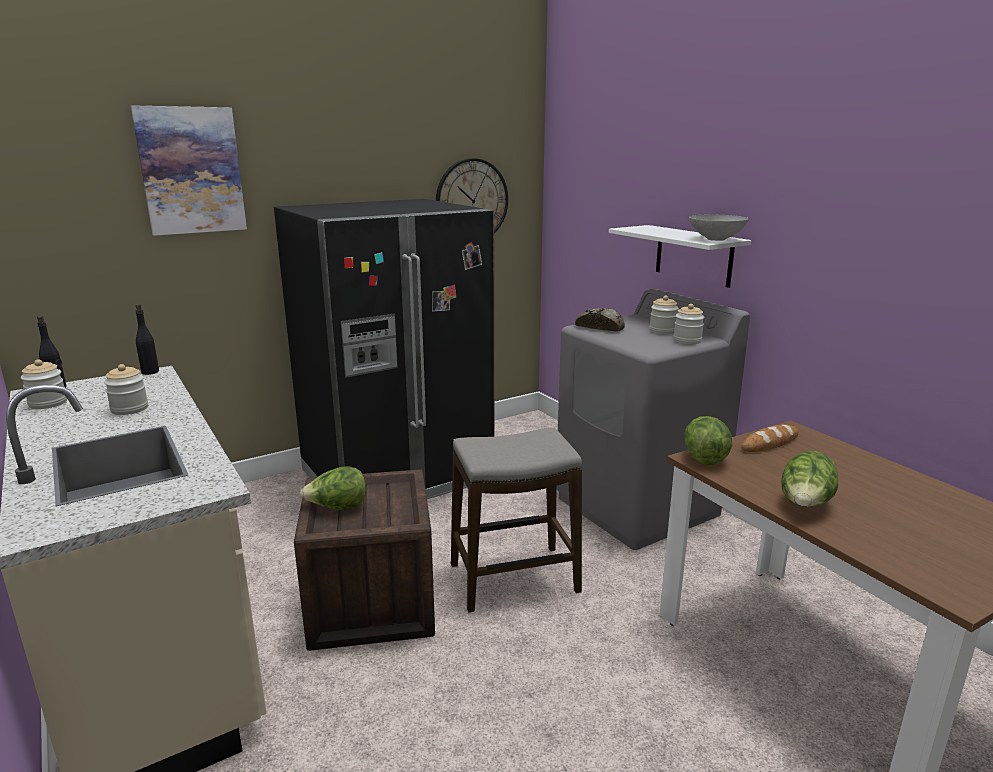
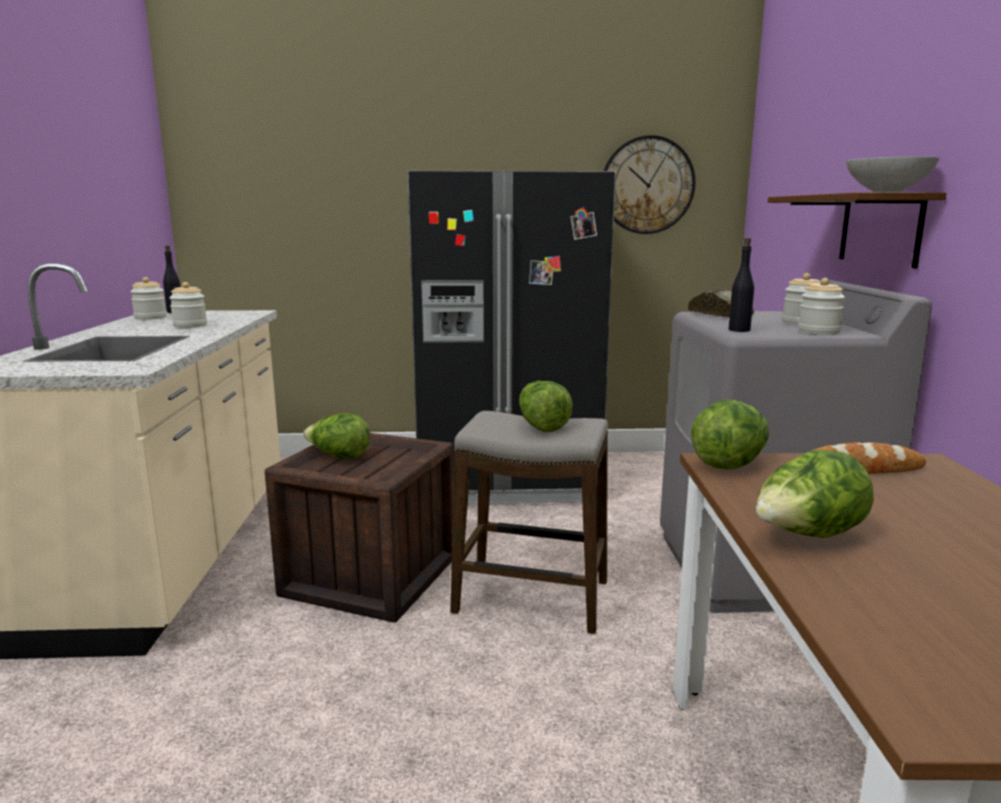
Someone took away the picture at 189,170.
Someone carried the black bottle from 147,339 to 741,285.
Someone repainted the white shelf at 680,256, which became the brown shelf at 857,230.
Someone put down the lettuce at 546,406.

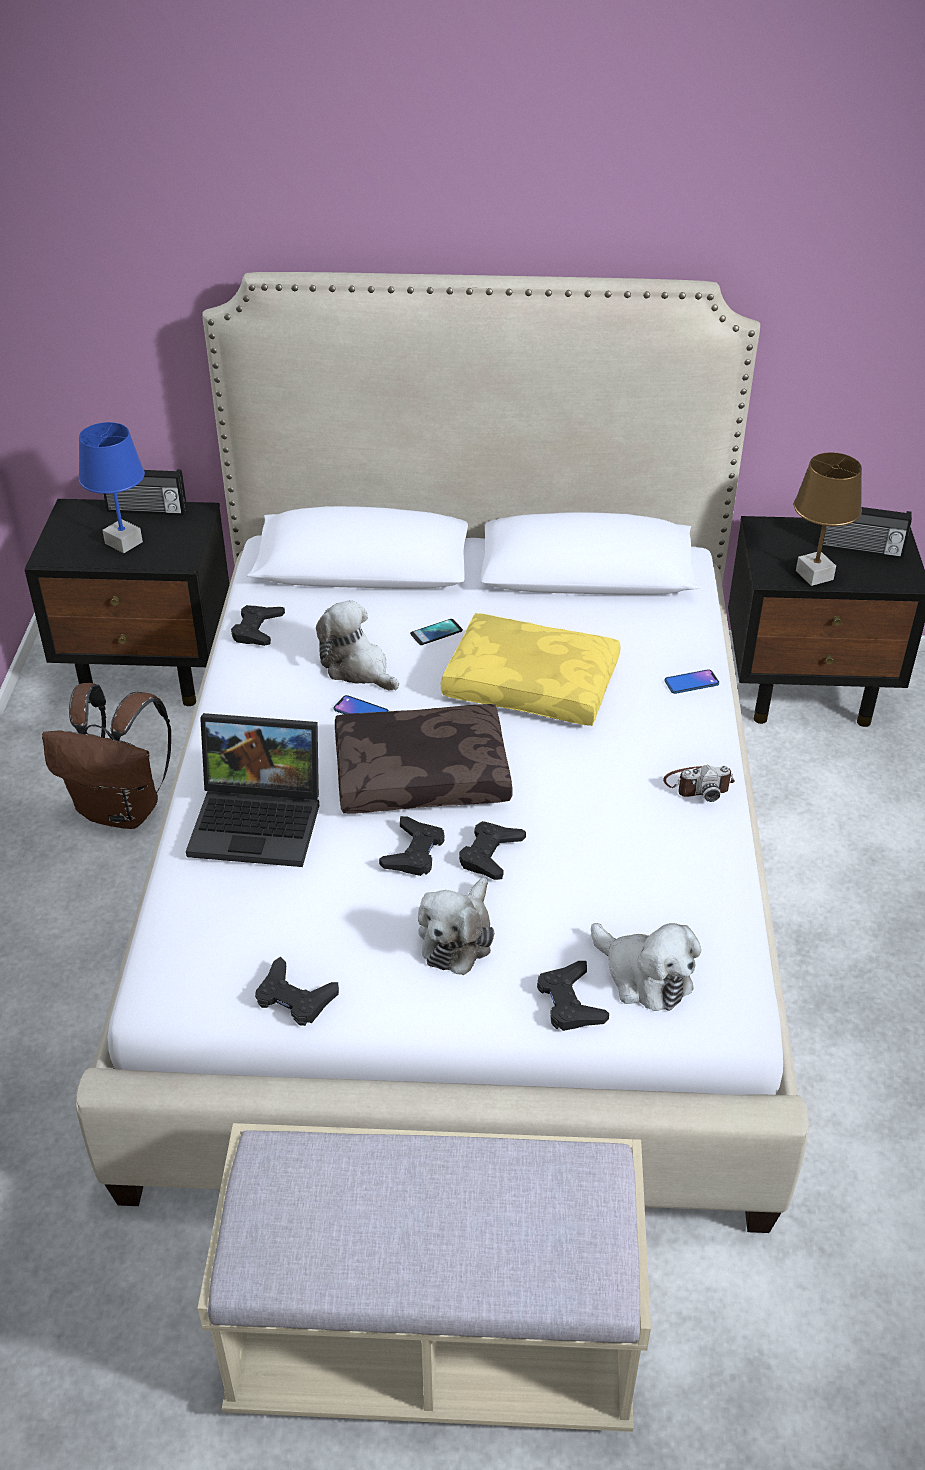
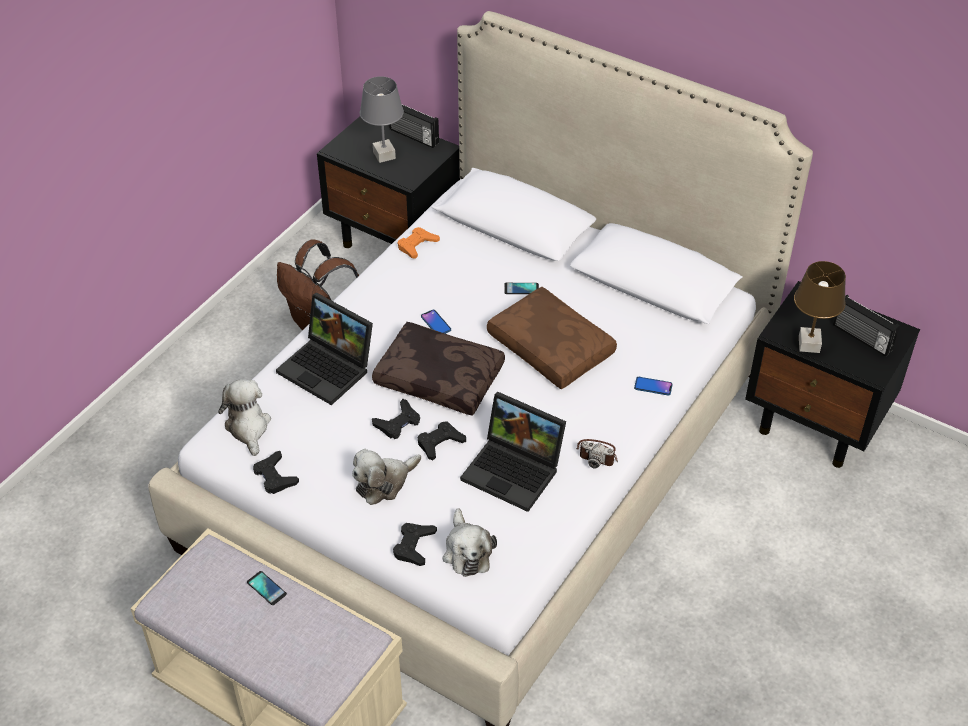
Someone repainted the blue table lamp at 112,487, which became the grey table lamp at 382,119.
Someone repainted the black game controller at 258,625, which became the orange game controller at 419,243.
Someone carried the plush toy from 357,645 to 244,417.
Someone repainted the yellow pillow at 531,669, which became the brown pillow at 552,338.
Someone put down the phone at 267,588.
Someone put down the laptop at 513,452.

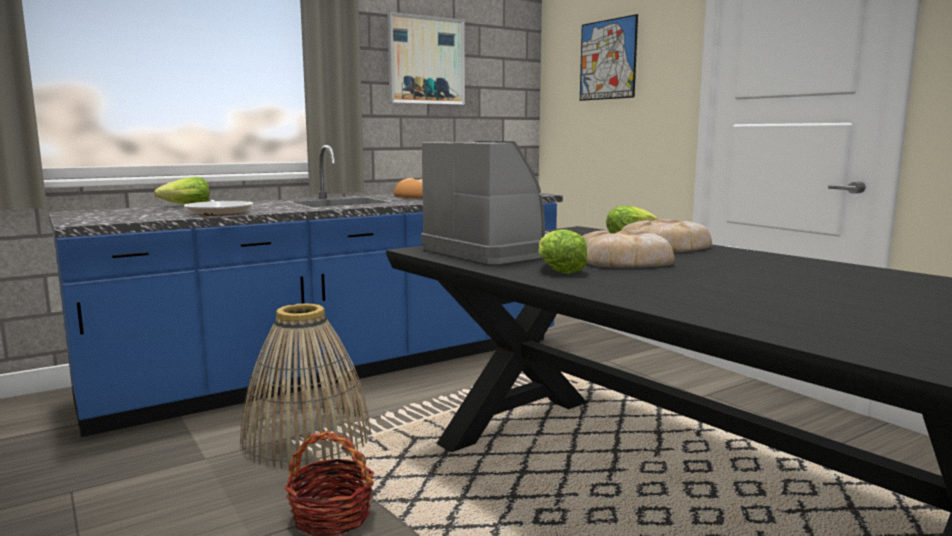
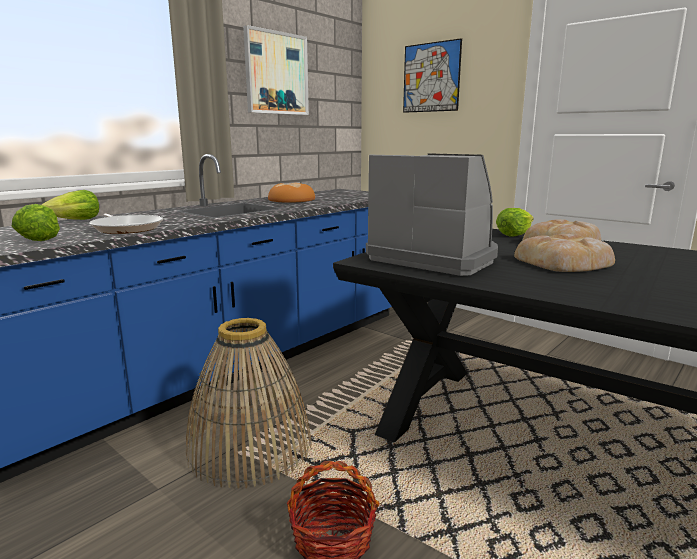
Someone carried the lettuce from 563,251 to 35,222.

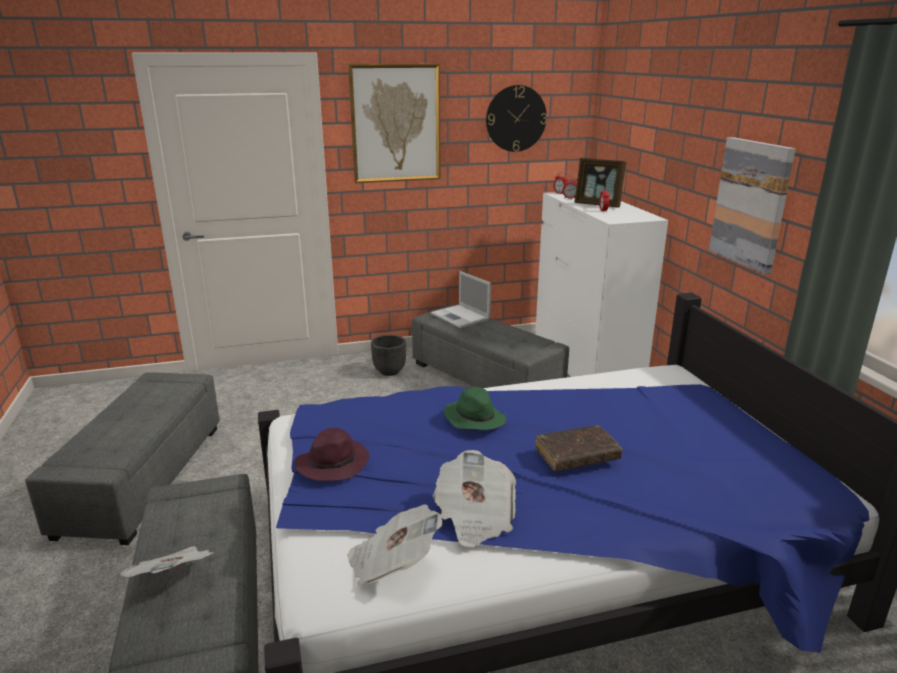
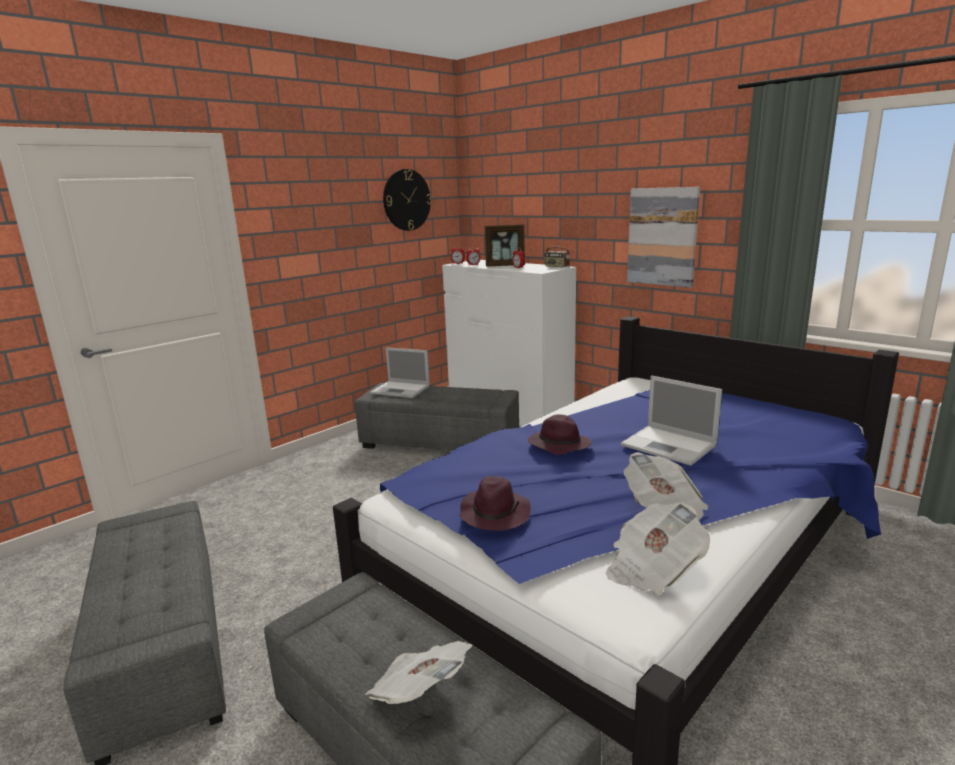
Someone took away the picture at 394,123.
Someone took away the black planter at 388,355.
Someone repainted the green hat at 475,408, which became the purple hat at 560,434.
Someone swapped the brown book at 578,448 for the laptop at 671,421.
Someone put down the radio at 557,254.

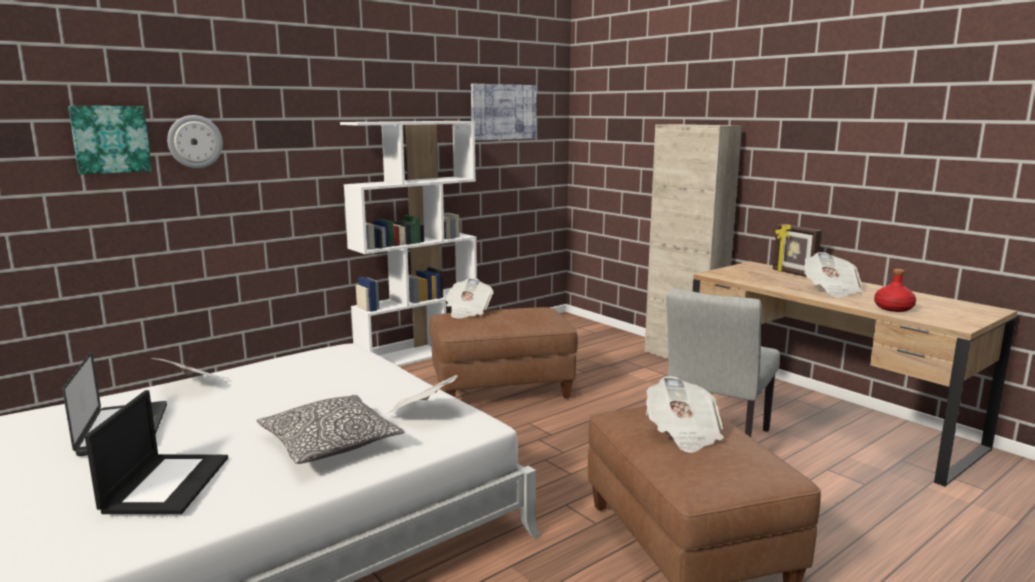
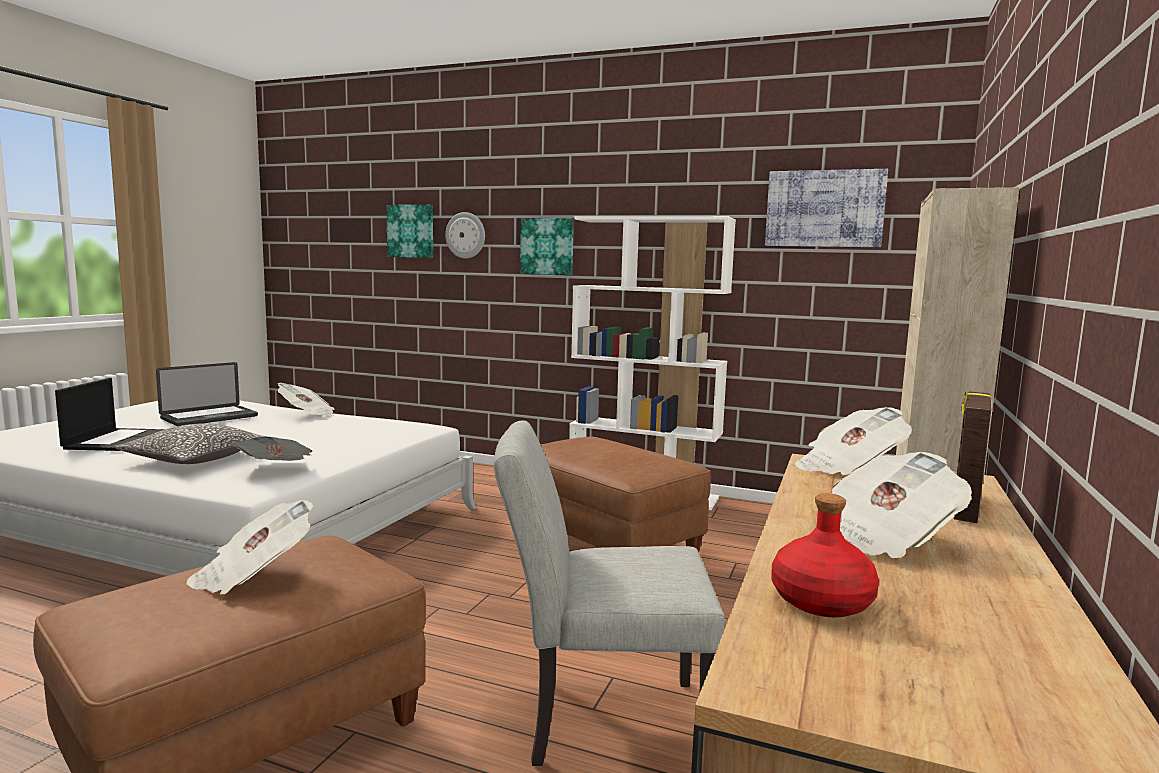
Someone rotated the laptop at 156,452 by 60 degrees counterclockwise.
Someone carried the newspaper from 469,298 to 853,441.
Someone put up the picture at 547,246.

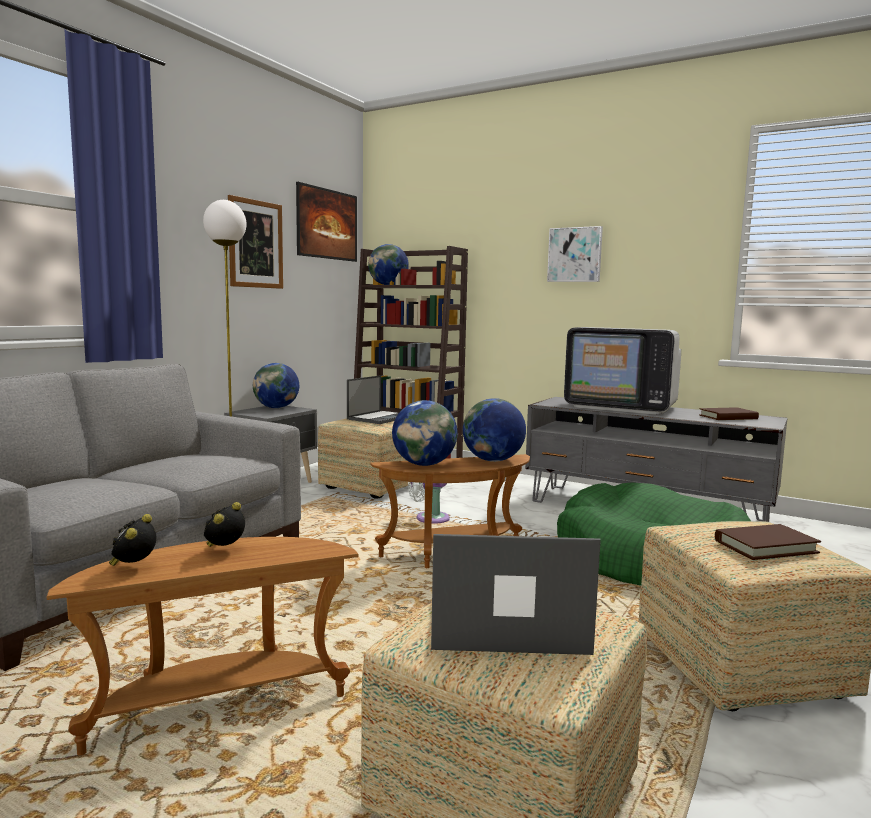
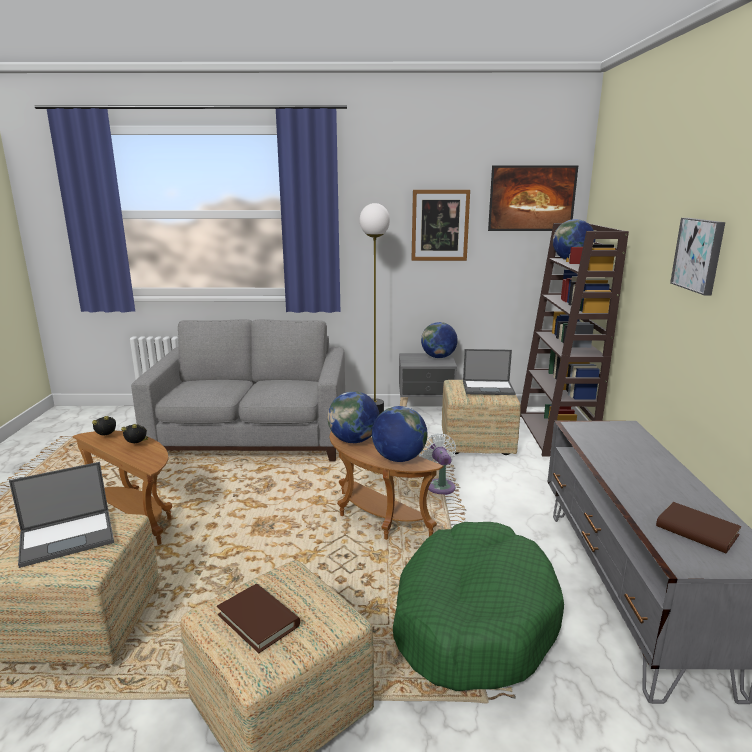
Someone rotated the laptop at 516,594 by 90 degrees clockwise.
Someone took away the television at 622,371.

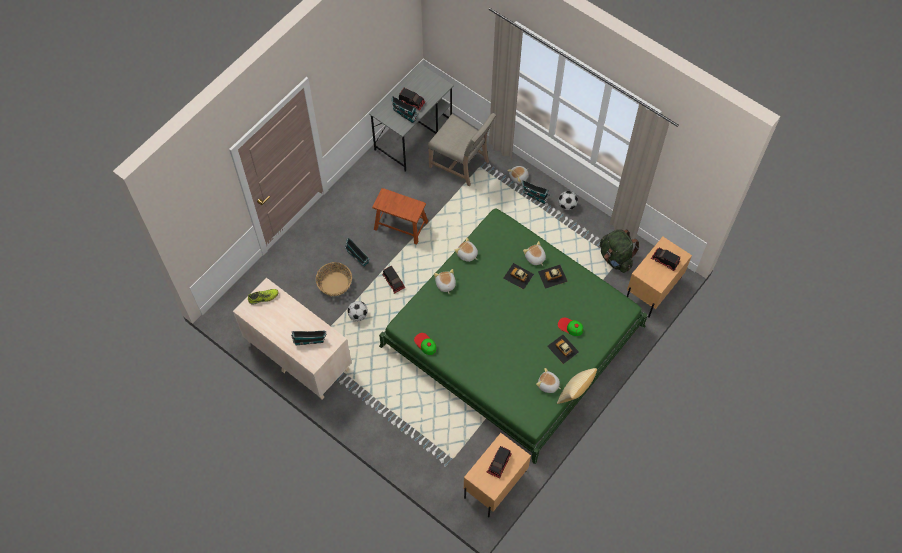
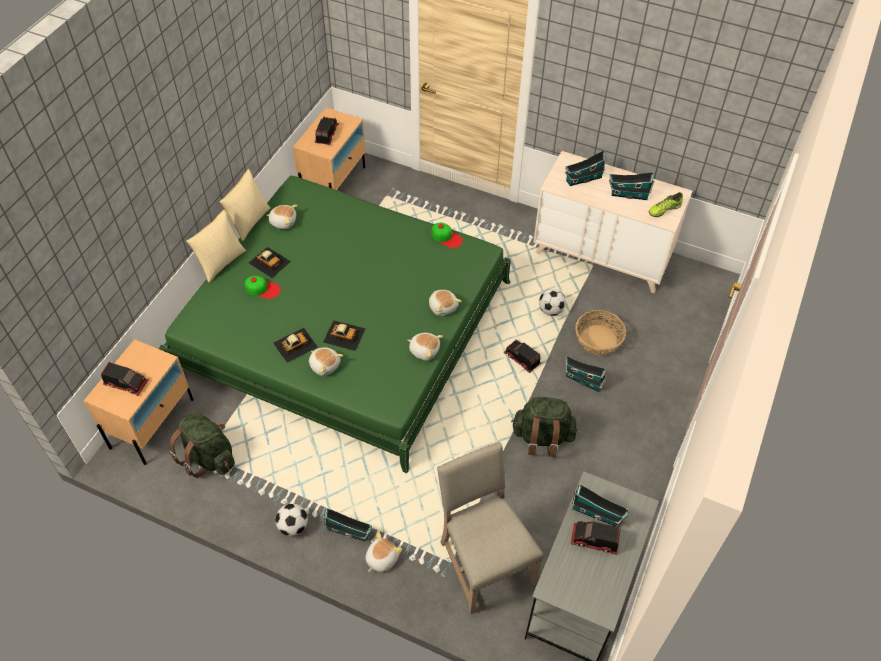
Someone swapped the brown stool at 400,216 for the green backpack at 544,427.
Someone rotated the beige chair at 462,149 by 45 degrees clockwise.
Someone put down the pillow at 216,246.
Someone put down the toy house at 632,186.

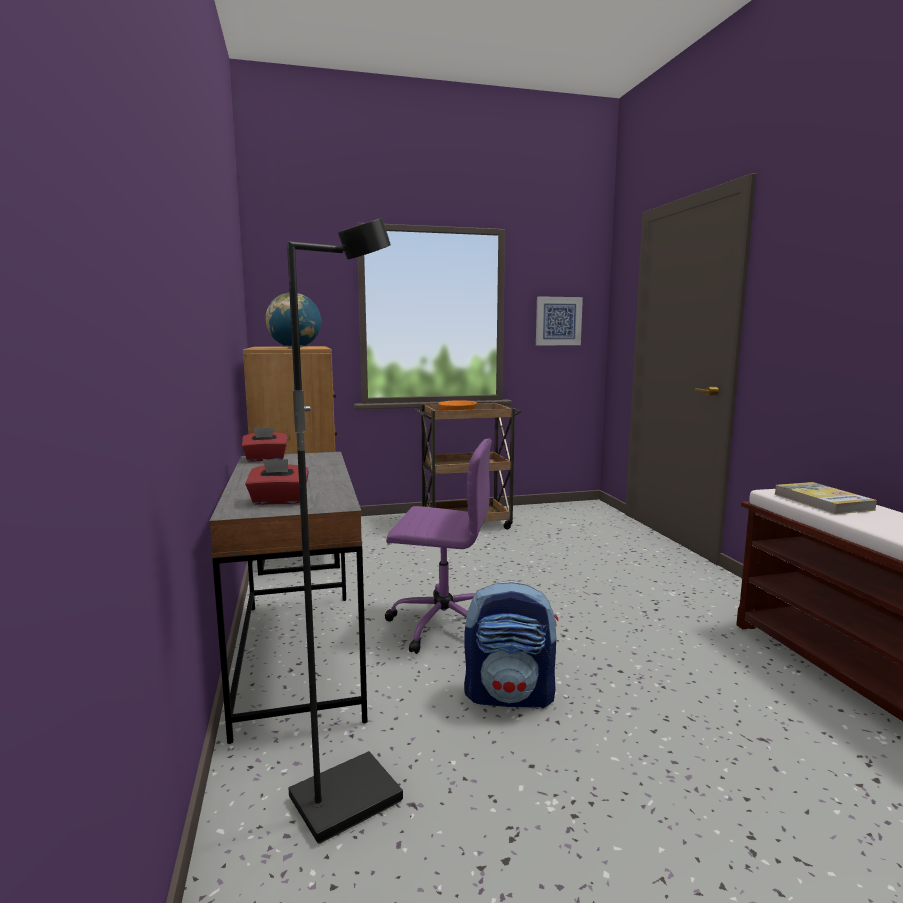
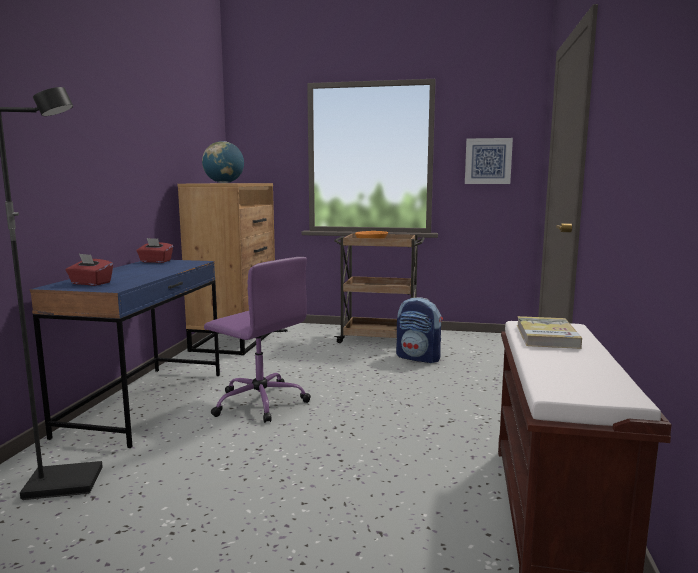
Someone repainted the grey desk at 288,598, which became the blue desk at 125,354.
Someone carried the backpack from 511,644 to 419,330.

